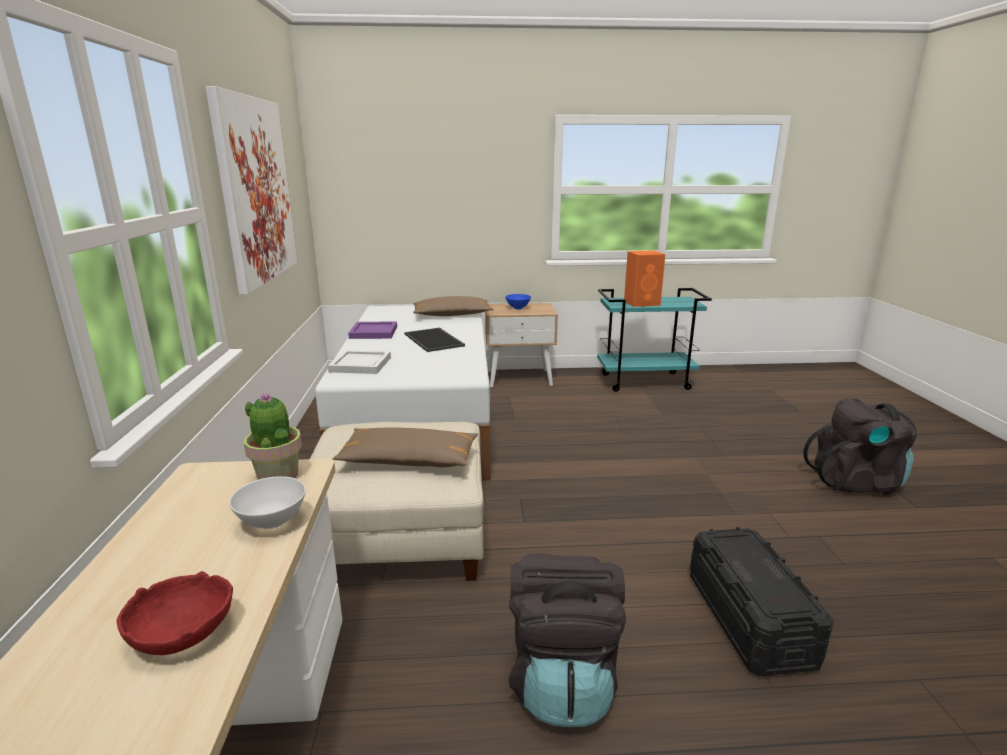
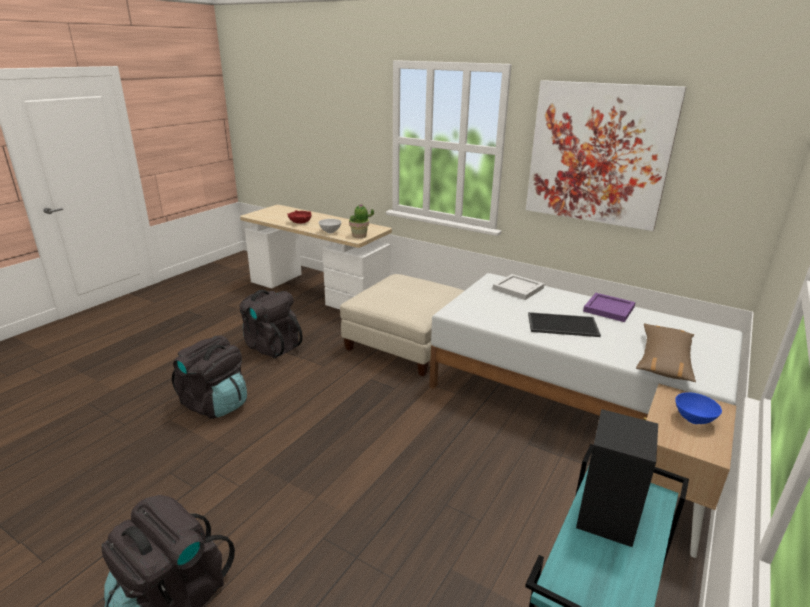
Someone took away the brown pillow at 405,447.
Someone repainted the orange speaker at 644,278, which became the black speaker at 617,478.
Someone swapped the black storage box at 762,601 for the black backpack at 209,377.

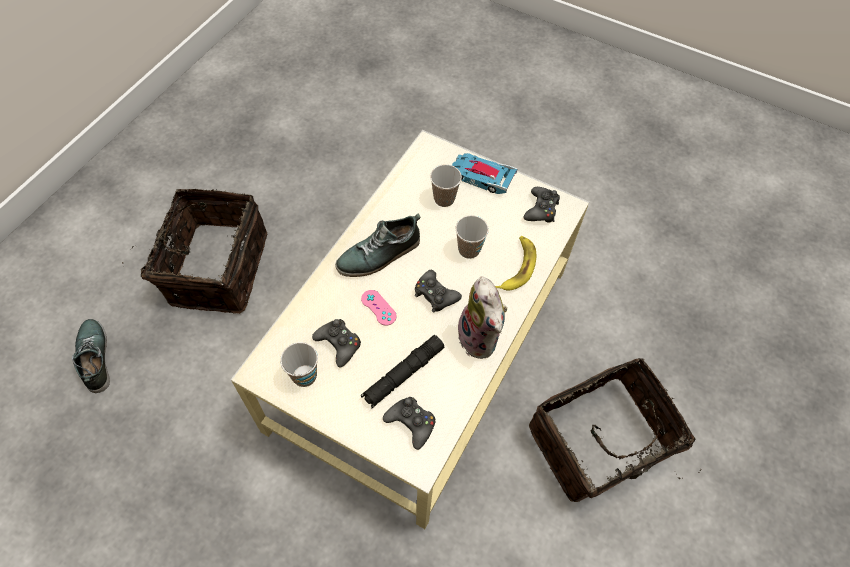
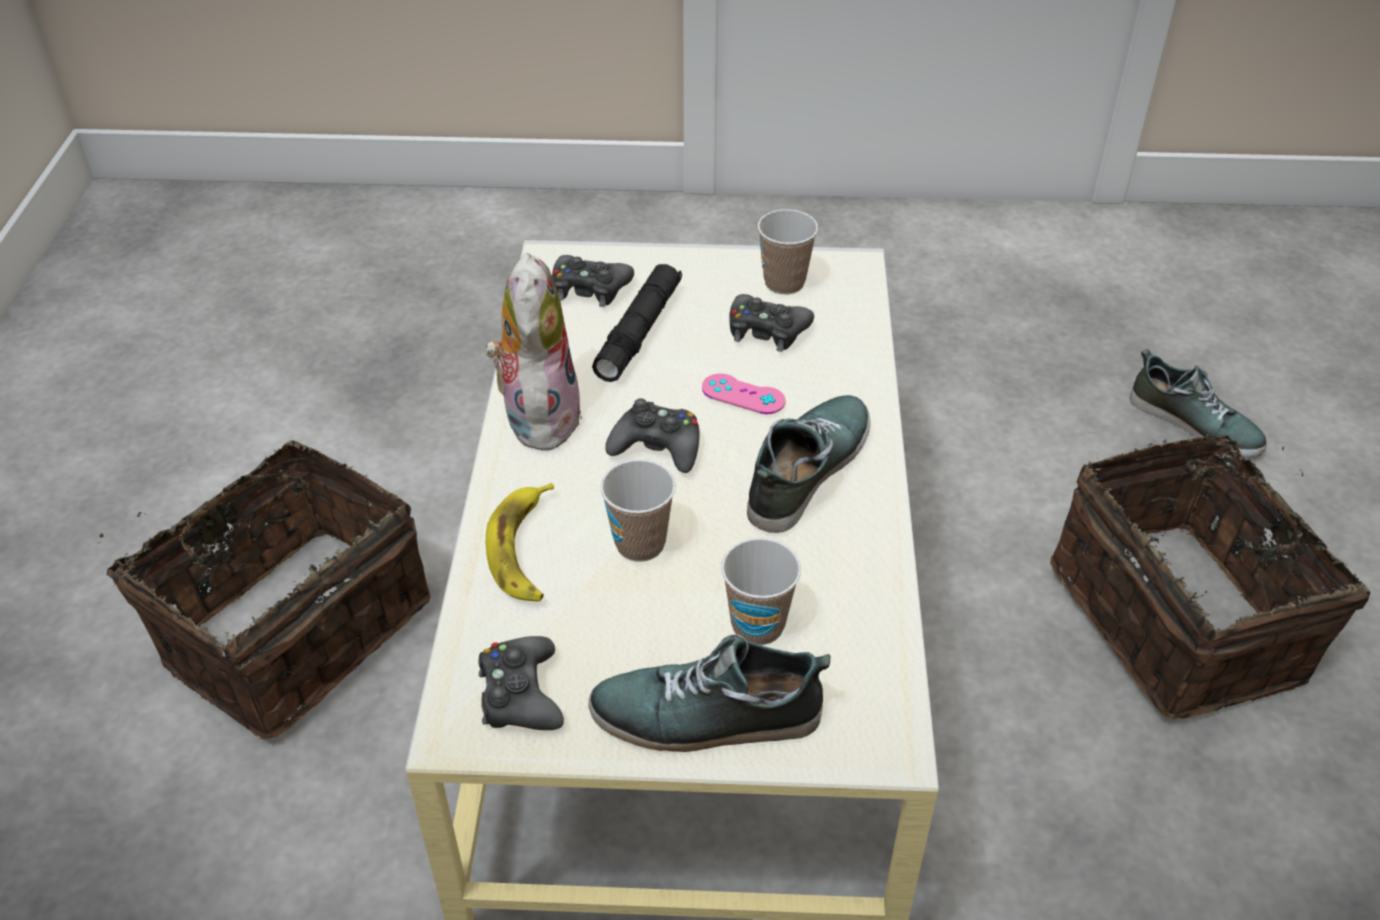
Someone swapped the toy car at 484,173 for the shoe at 709,693.
Someone rotated the plush toy at 482,317 by 45 degrees clockwise.

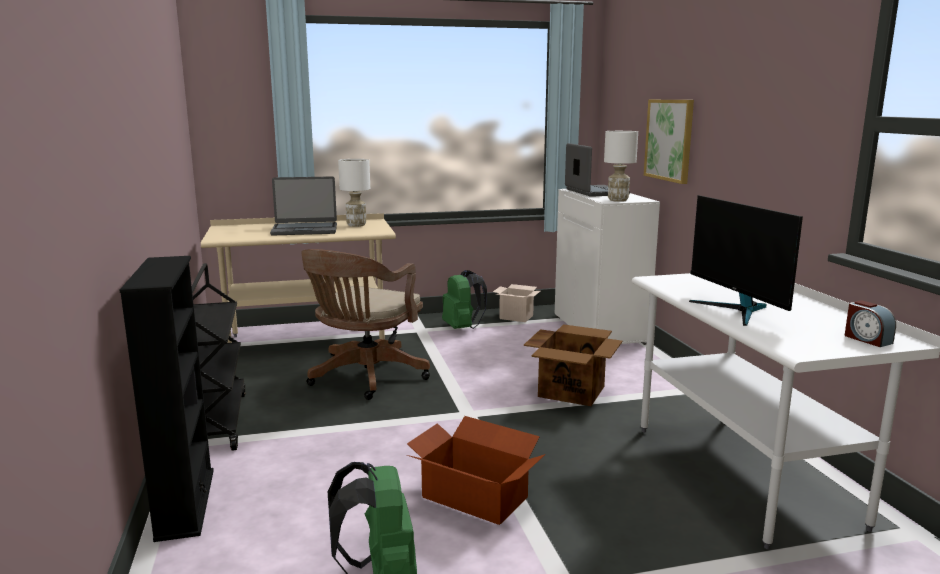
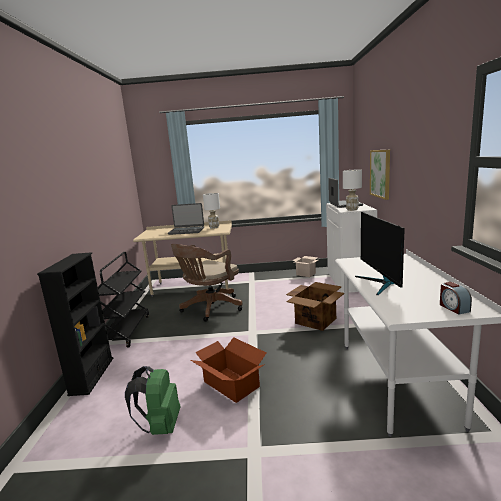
Someone took away the green backpack at 464,299.

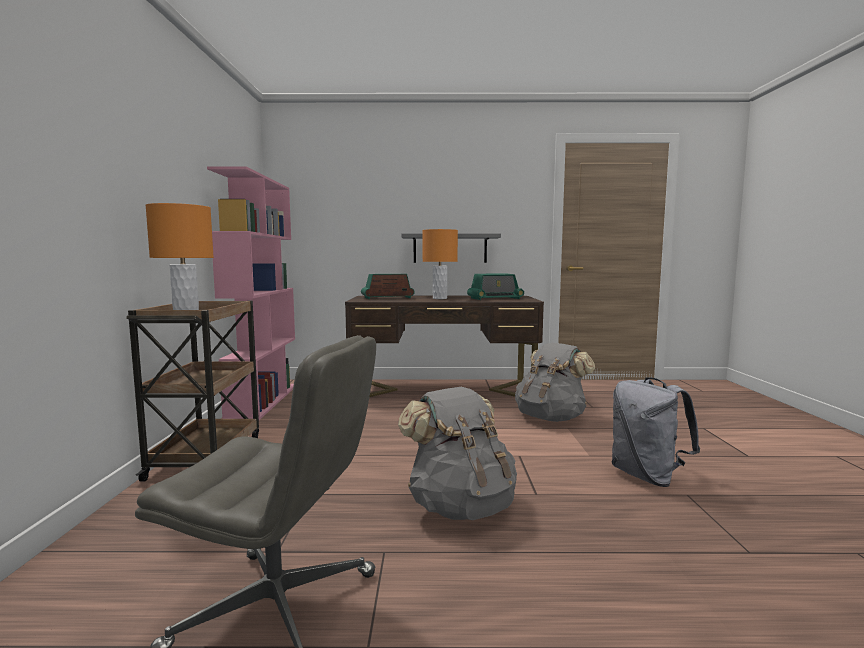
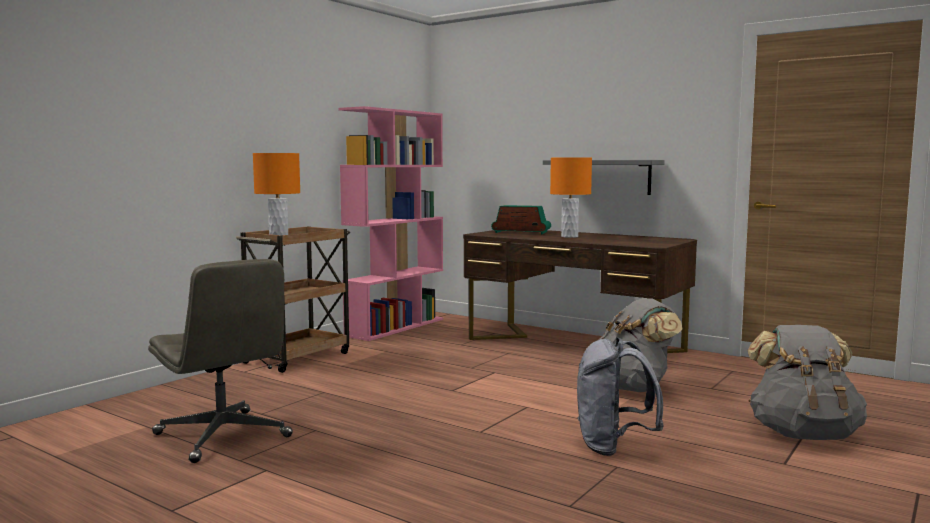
Someone carried the grey backpack from 457,453 to 807,382.
Someone took away the radio at 495,286.

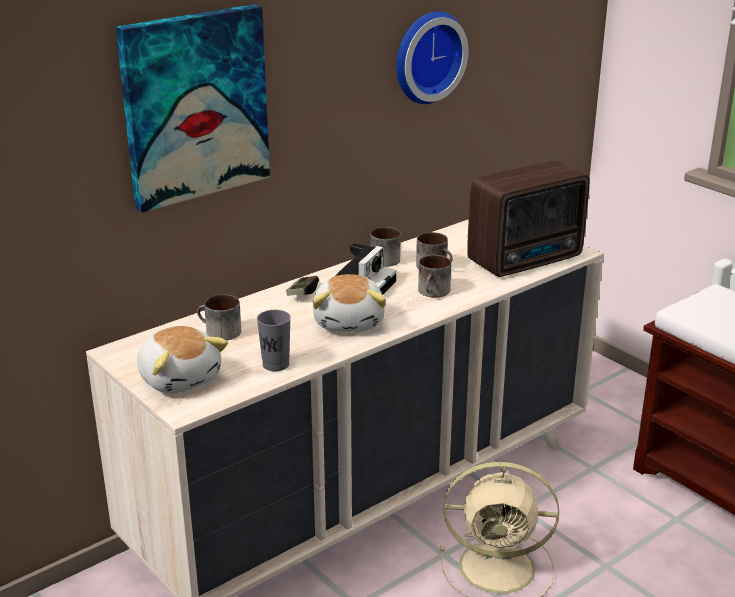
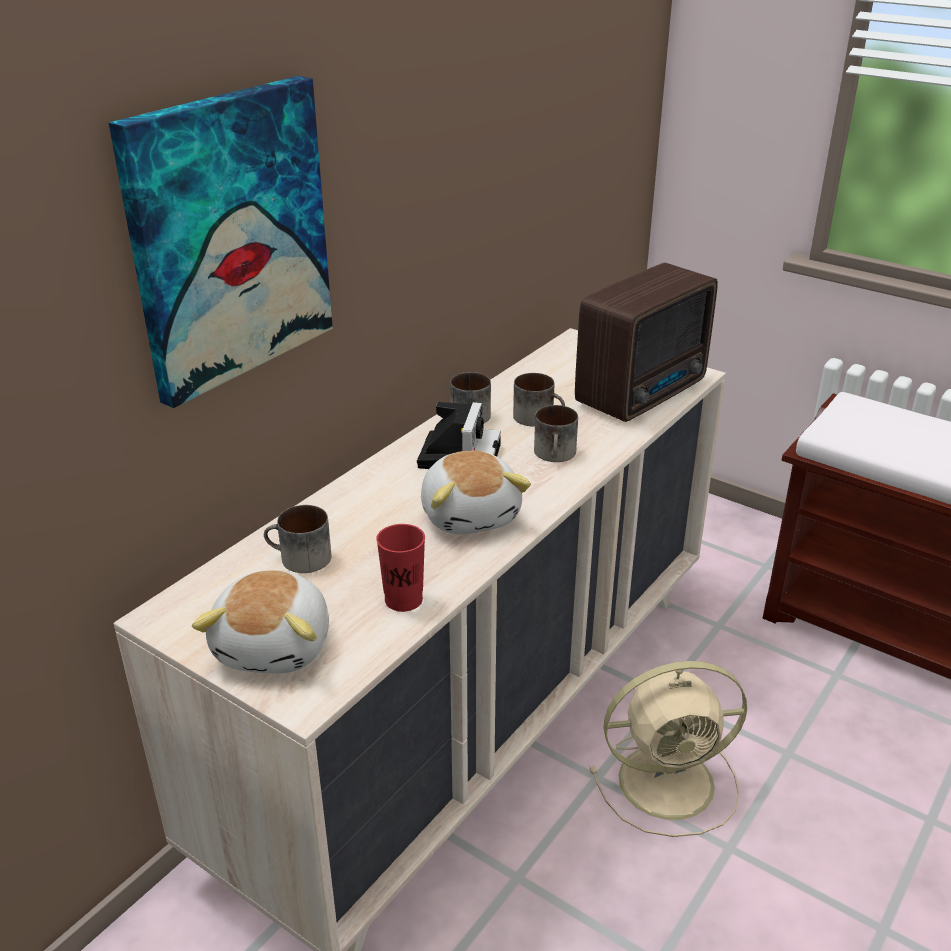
Someone rotated the plush toy at 182,359 by 60 degrees clockwise.
Someone repainted the grey cup at 274,341, which became the red cup at 400,568.
Someone took away the game controller at 302,286.
Someone took away the wall clock at 432,58.

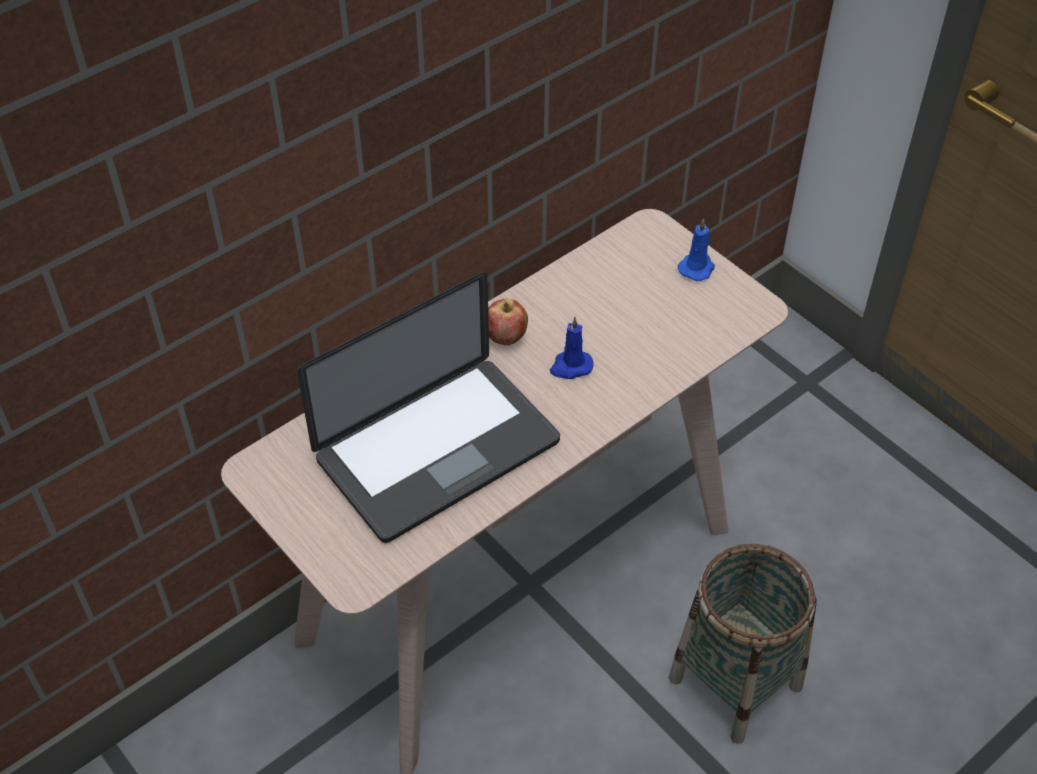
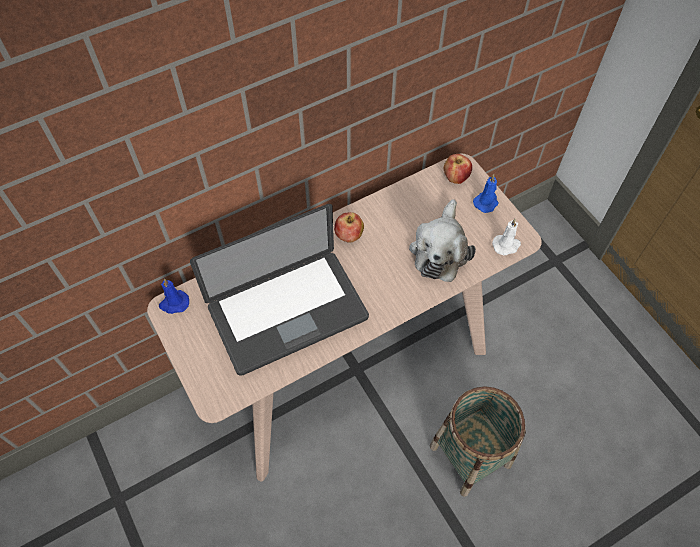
Someone carried the blue candle from 572,348 to 174,296.
Someone put down the plush toy at 442,240.
Someone put down the apple at 458,169.
Someone put down the white candle at 506,237.

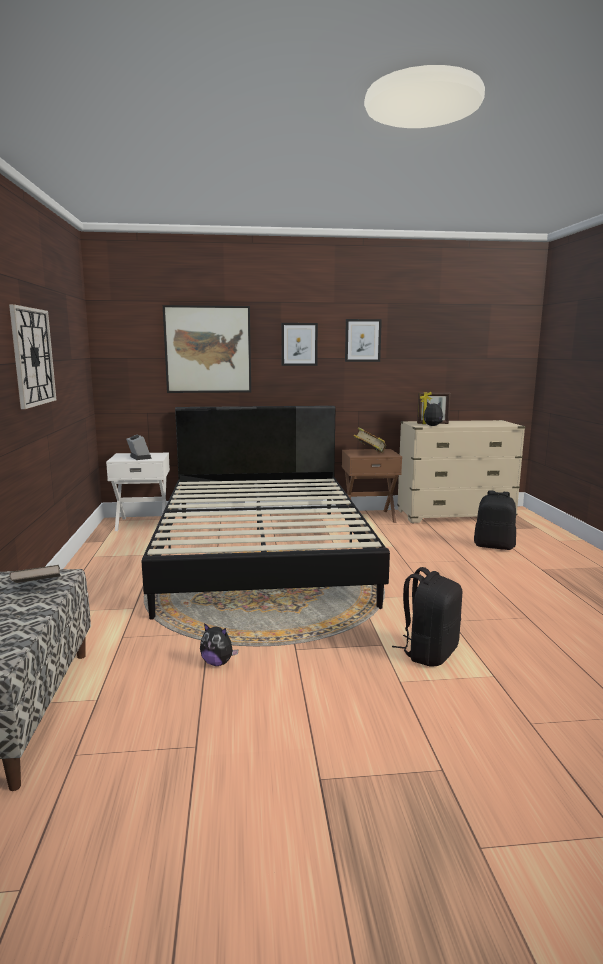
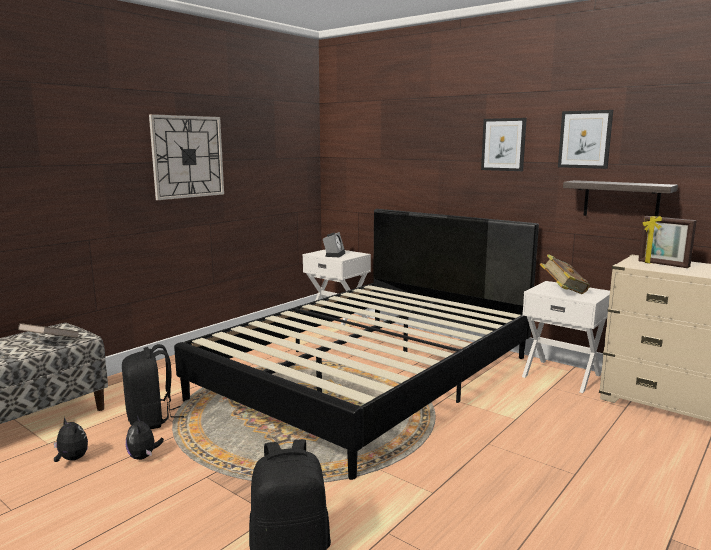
Someone took away the picture at 207,349.
Someone repainted the brown nightstand at 372,486, which became the white nightstand at 566,337.
Someone carried the plush toy from 433,414 to 71,439.
Someone carried the black backpack from 495,520 to 153,386.
Someone put up the shelf at 620,198.

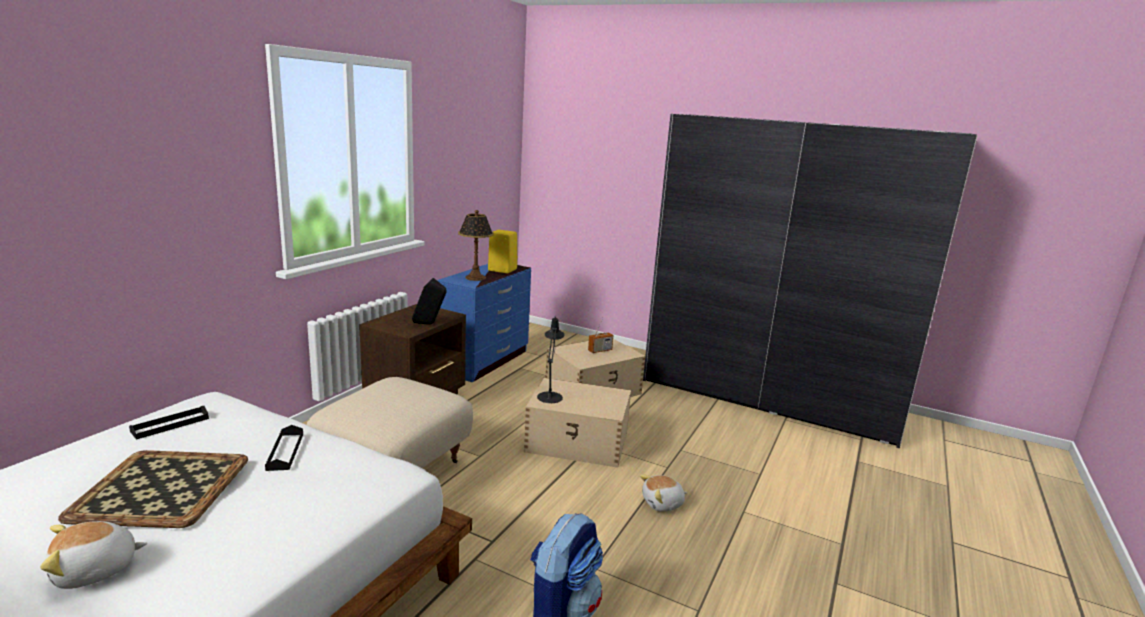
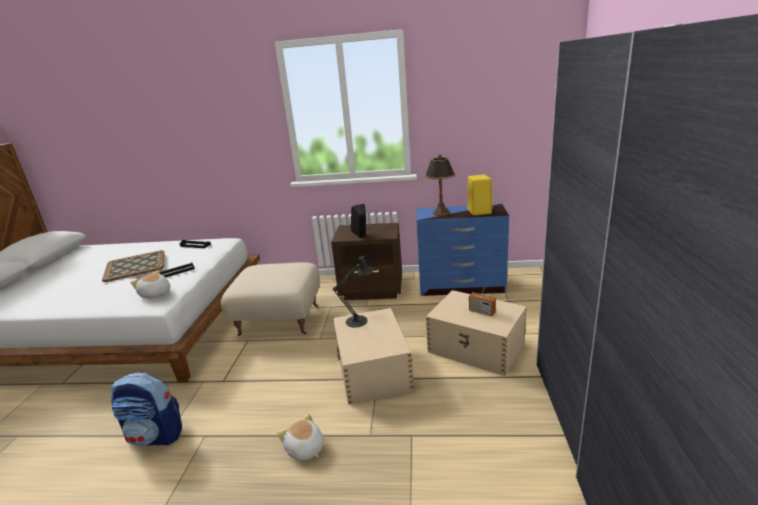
Someone carried the plush toy from 93,555 to 150,285.

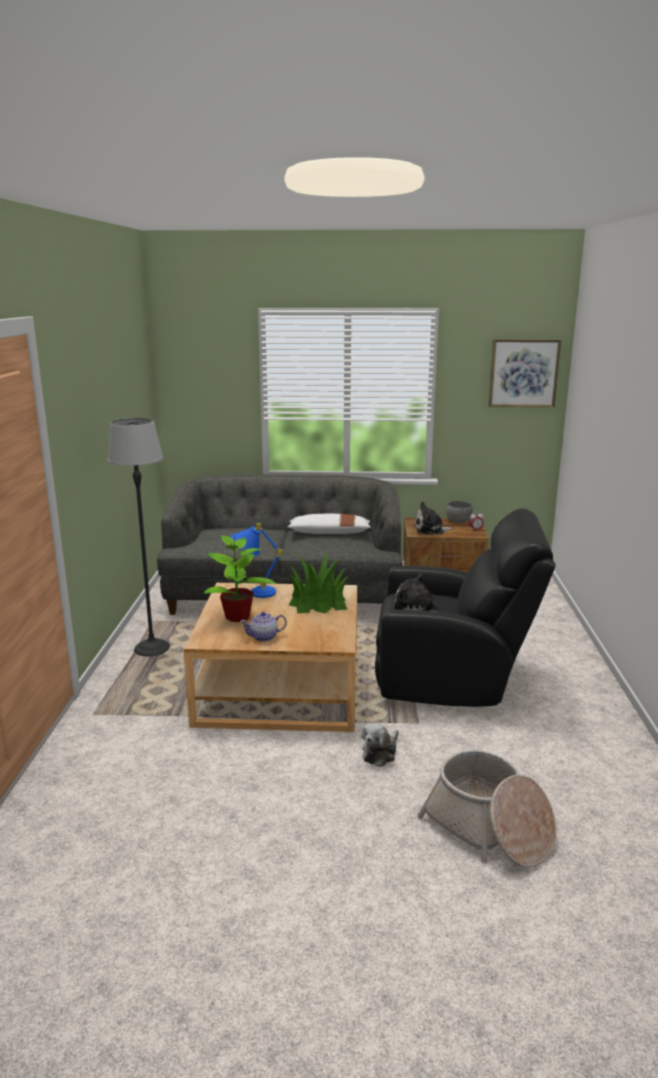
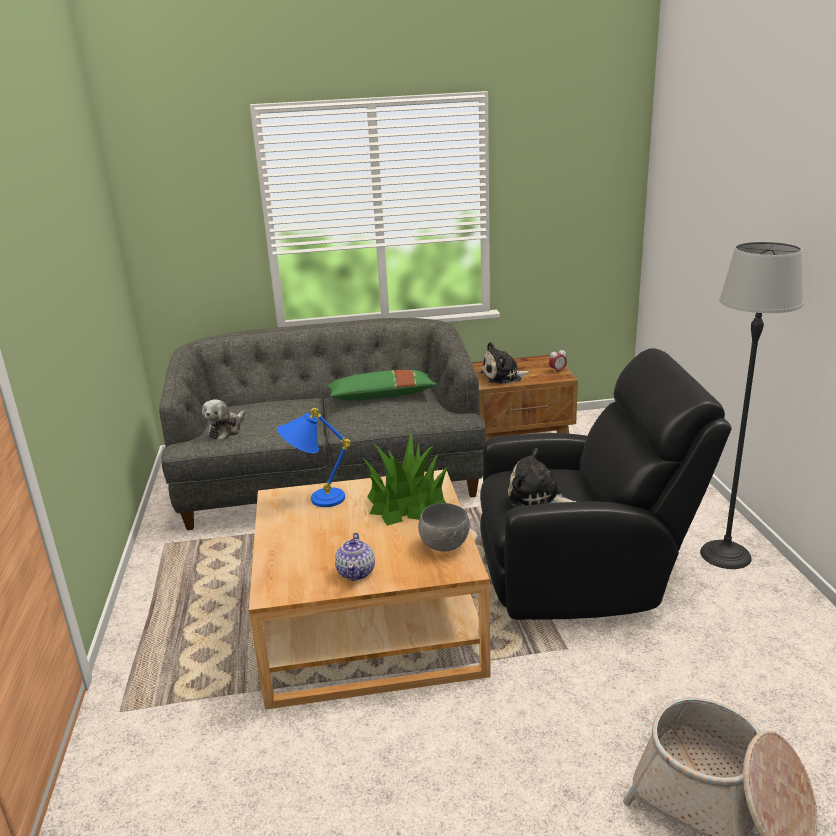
Someone carried the floor lamp from 138,537 to 751,405.
Someone took away the potted plant at 240,578.
Someone rotated the teapot at 263,627 by 60 degrees counterclockwise.
Someone repainted the white pillow at 329,524, which became the green pillow at 381,385.
Someone carried the plush toy from 380,745 to 223,419.
Someone carried the grey bowl from 459,512 to 444,527.
Someone took away the picture at 525,373.

